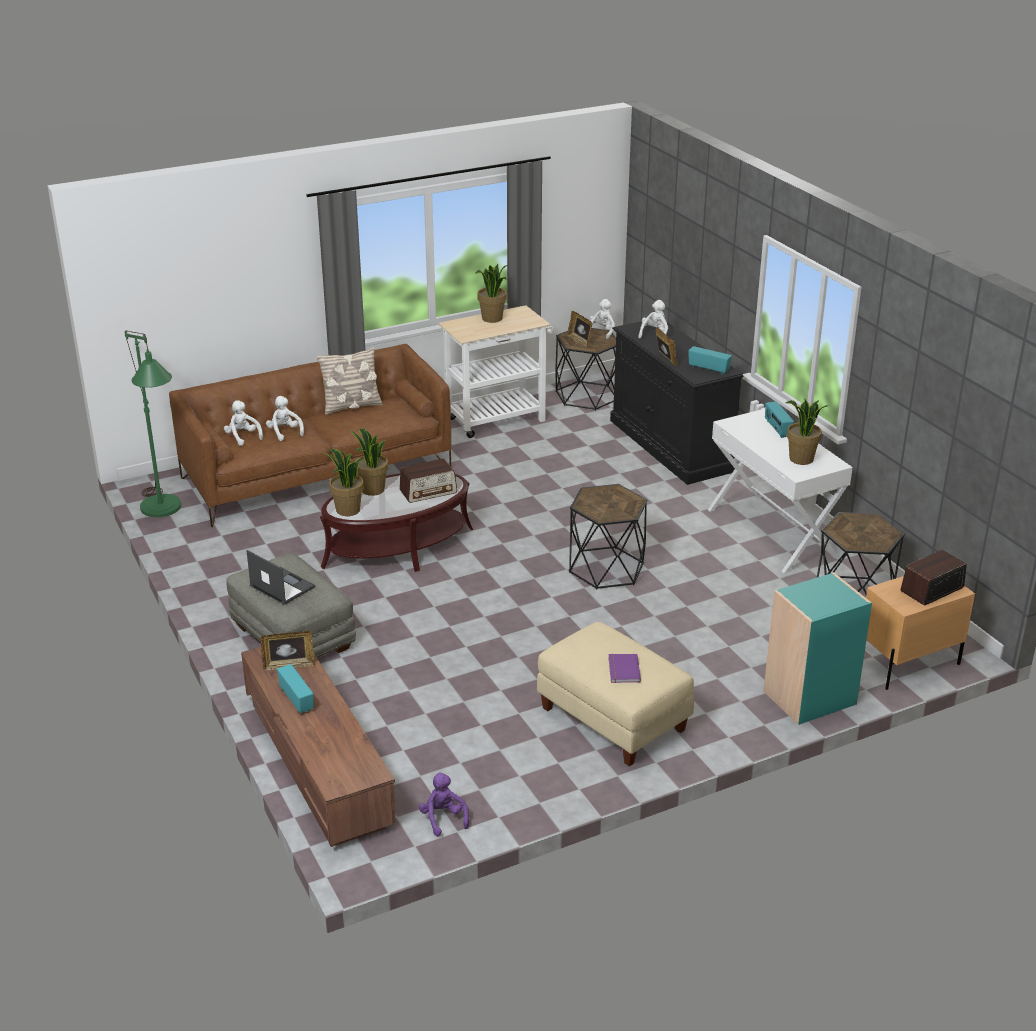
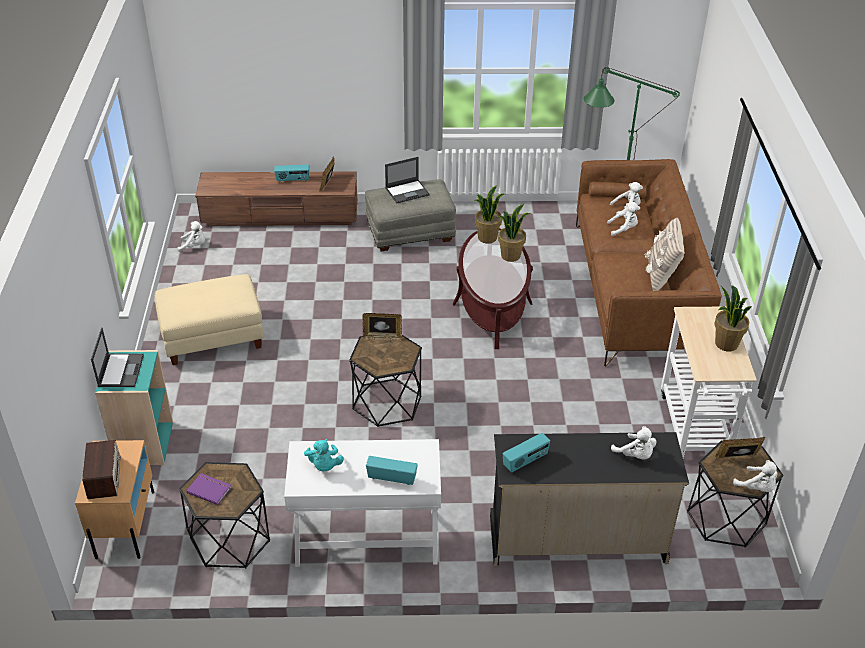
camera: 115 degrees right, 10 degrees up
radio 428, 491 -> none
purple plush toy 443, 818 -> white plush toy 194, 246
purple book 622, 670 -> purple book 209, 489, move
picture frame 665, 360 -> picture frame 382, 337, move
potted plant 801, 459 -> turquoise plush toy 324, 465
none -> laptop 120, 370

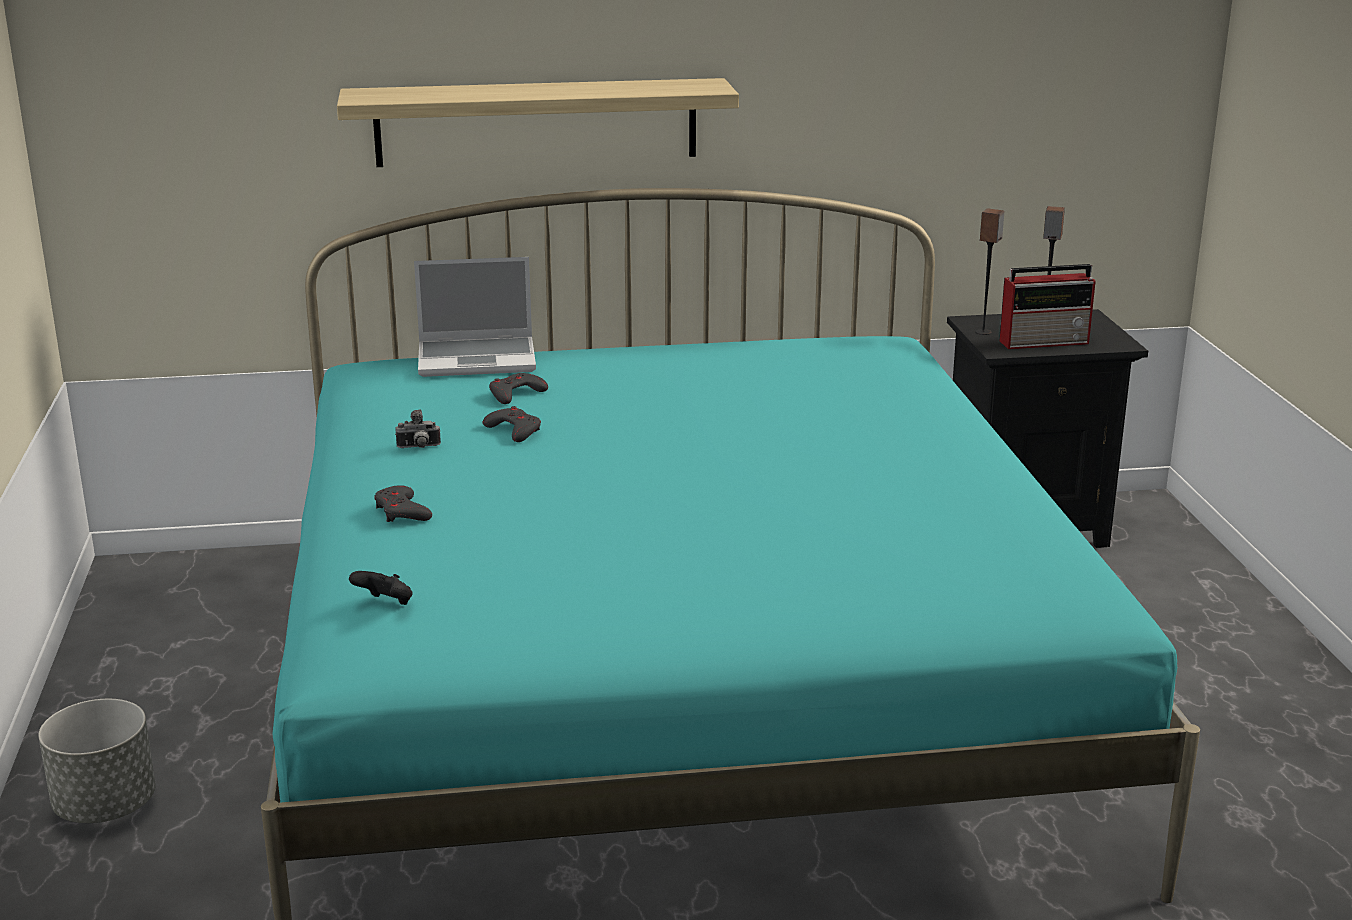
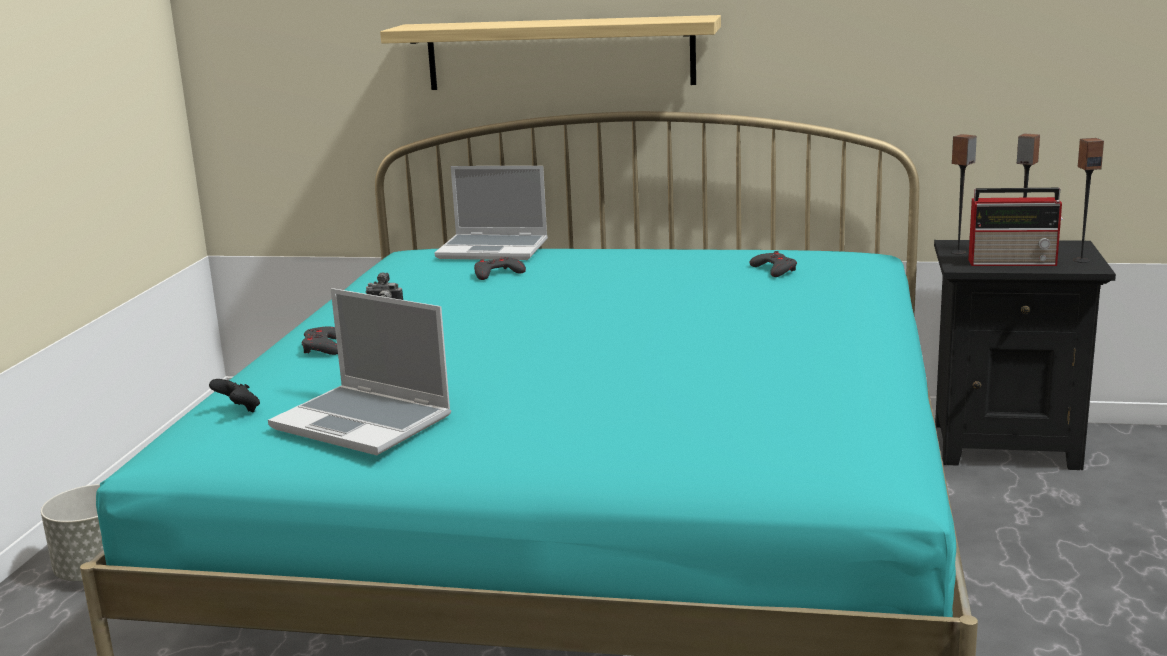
camera: 20 degrees right, 5 degrees down
grey game controller 514, 430 -> grey game controller 774, 270, move
none -> laptop 365, 422
none -> speaker 1081, 260

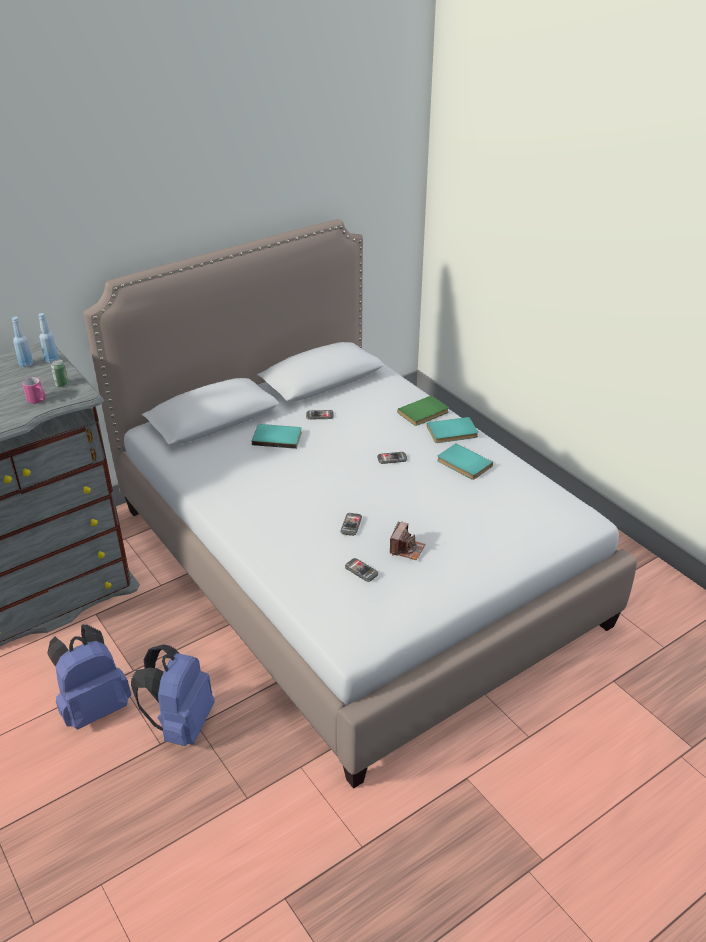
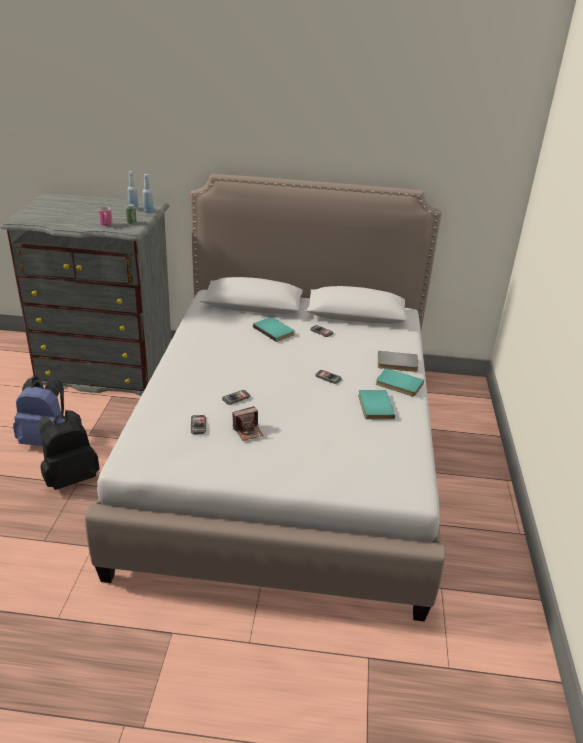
camera: 40 degrees right, 5 degrees down
blue backpack 181, 724 -> black backpack 70, 478
green book 424, 413 -> grey book 397, 363

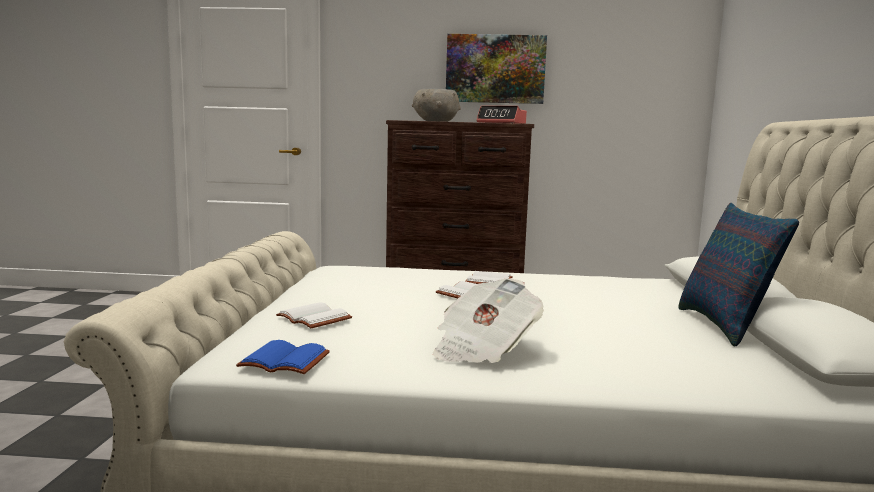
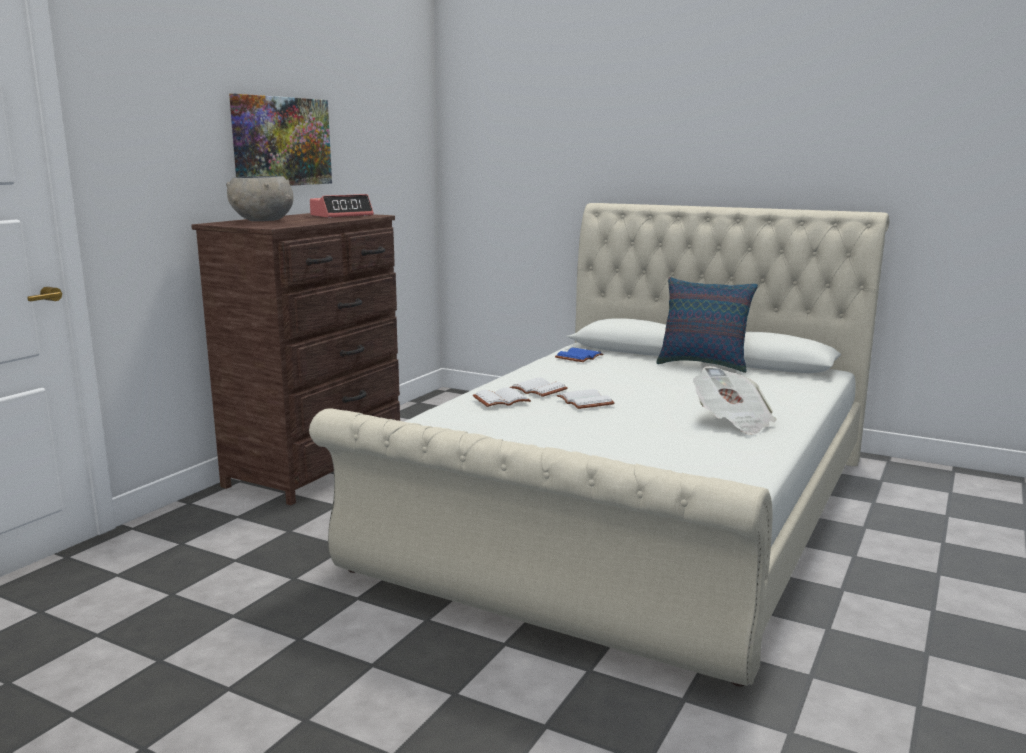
camera: 65 degrees left, 5 degrees up
blue book 282, 362 -> blue book 579, 357, move
white book 316, 318 -> white book 501, 399, move

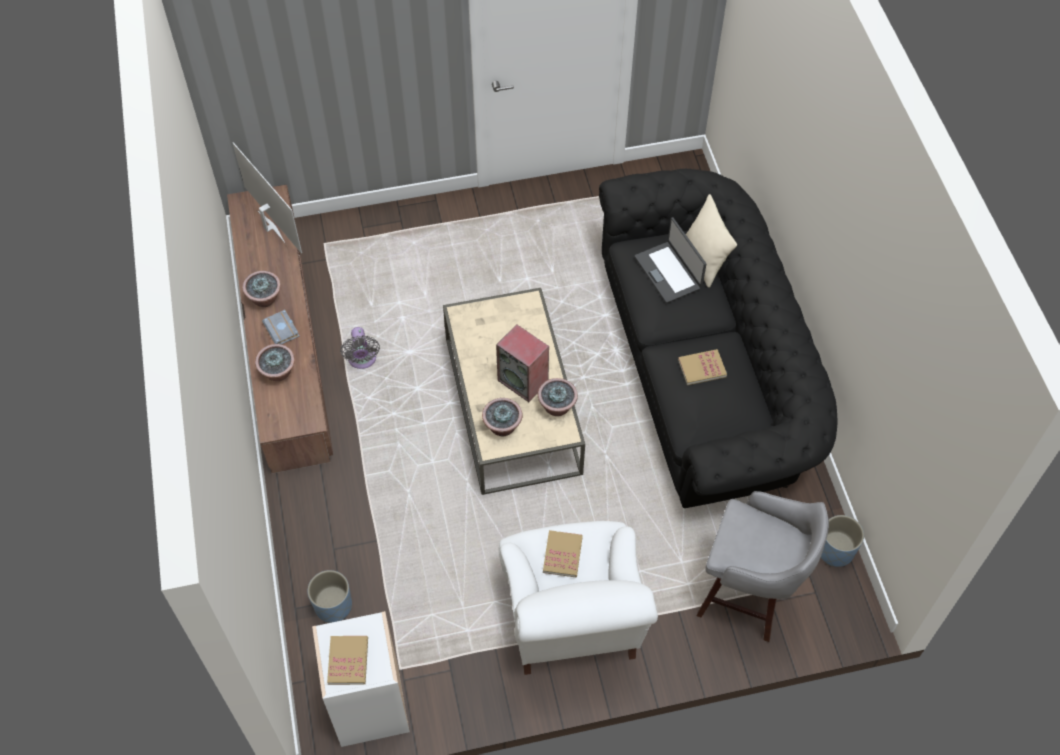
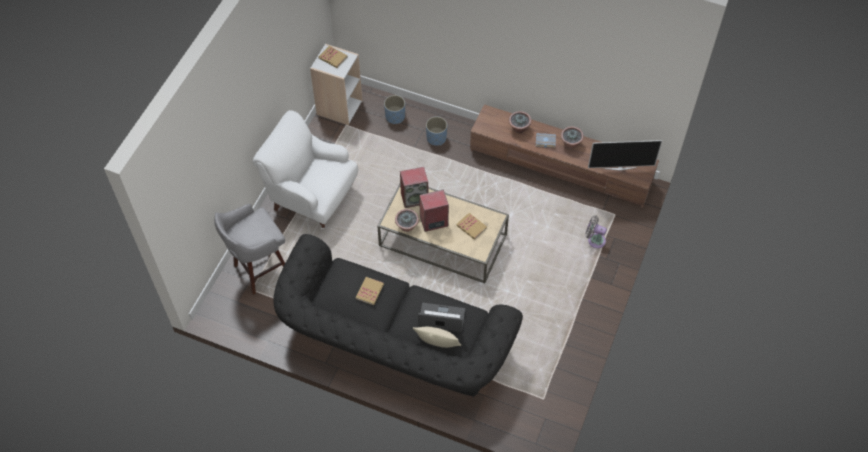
camera: 125 degrees right, 0 degrees up
grey fan 362, 360 -> grey fan 594, 240, move
potted plant 502, 427 -> speaker 414, 198
book 562, 555 -> book 471, 227, move
blue planter 835, 551 -> blue planter 436, 138, move

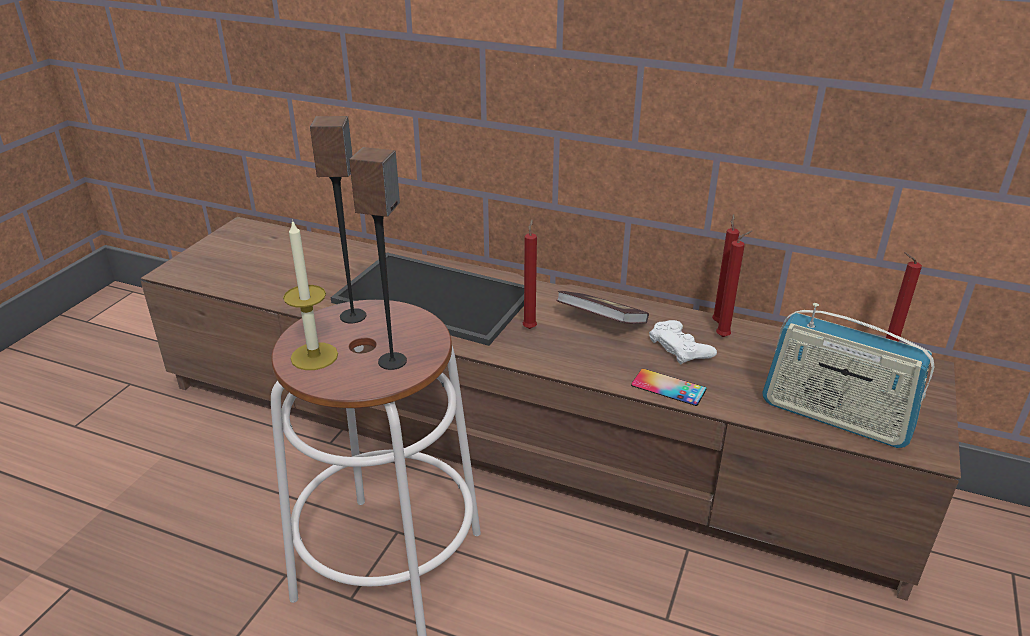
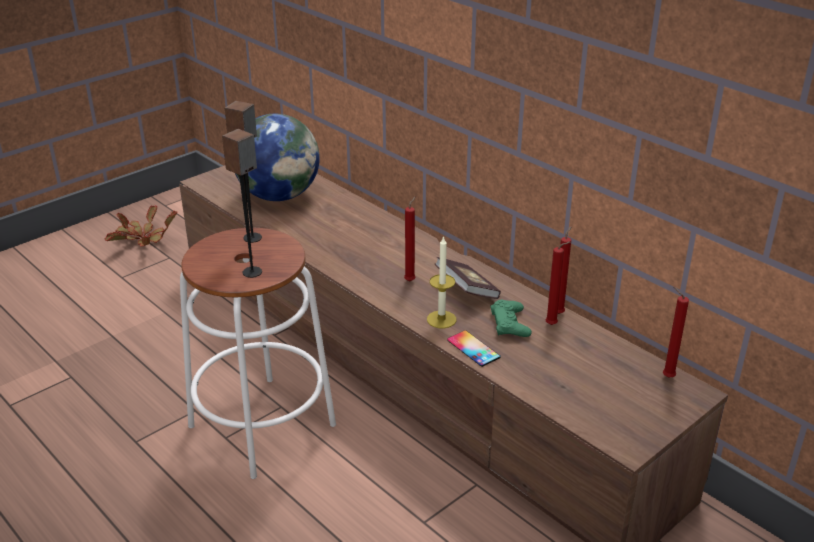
camera: 25 degrees right, 0 degrees up
candle 314, 356 -> candle 441, 319, move
tray 430, 298 -> none
white game controller 680, 347 -> green game controller 510, 323
radio 835, 417 -> none
none -> potted plant 141, 239
none -> globe 279, 195

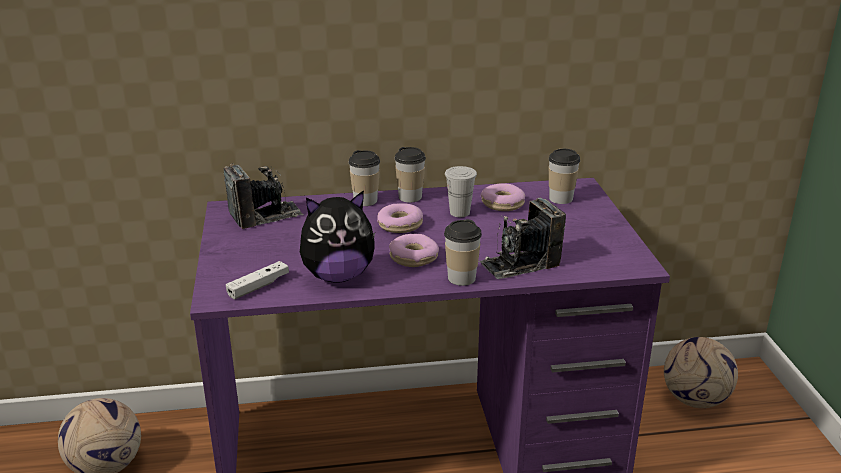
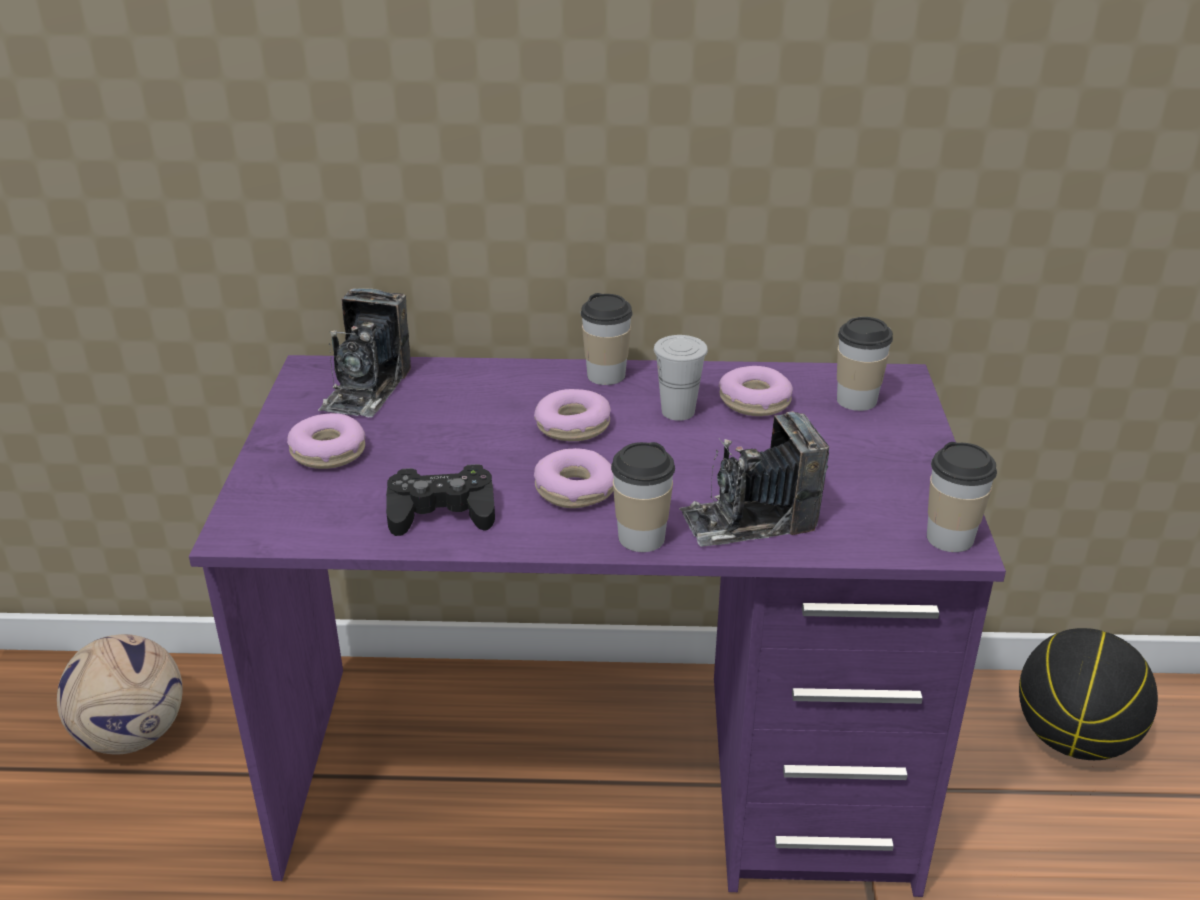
camera: 10 degrees right, 5 degrees up
photo camera 265, 215 -> photo camera 366, 388, 120 degrees clockwise
white game controller 258, 286 -> none
plush toy 338, 276 -> black game controller 441, 512
cup 365, 201 -> cup 950, 538, move
football 696, 399 -> basketball 1074, 739
none -> donut 328, 452

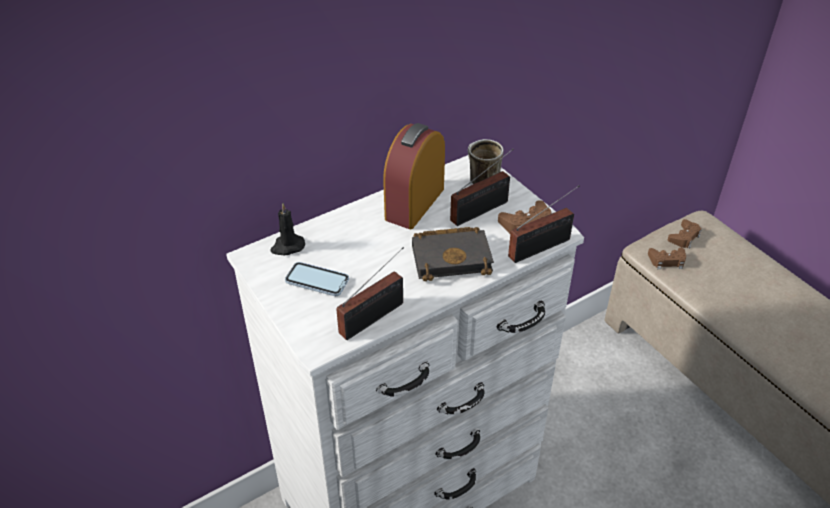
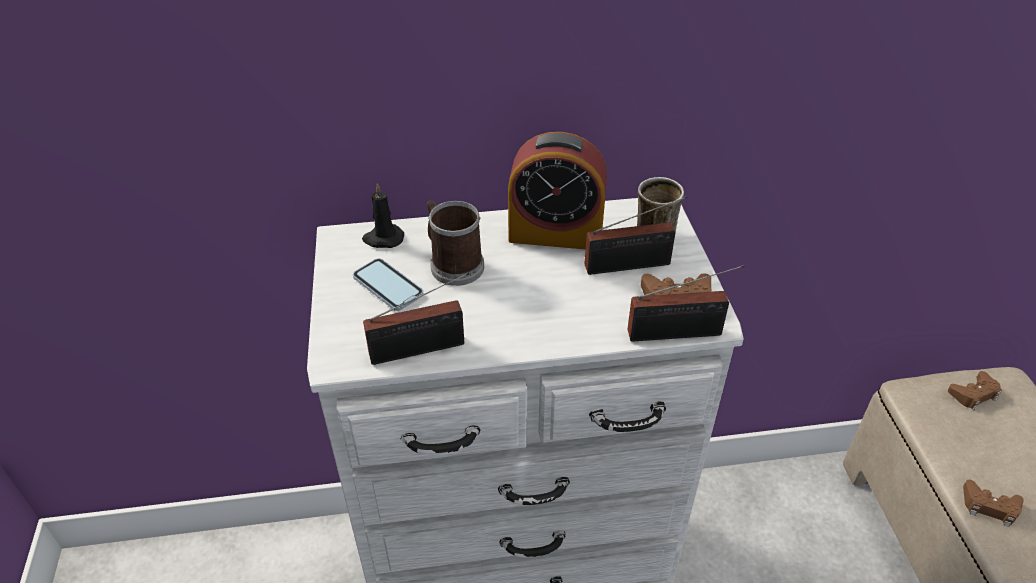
camera: 25 degrees right, 0 degrees up
alarm clock 414, 203 -> alarm clock 555, 234, 135 degrees counterclockwise
black book 453, 257 -> none
brown game controller 667, 261 -> brown game controller 989, 506, move
none -> mug 453, 264

